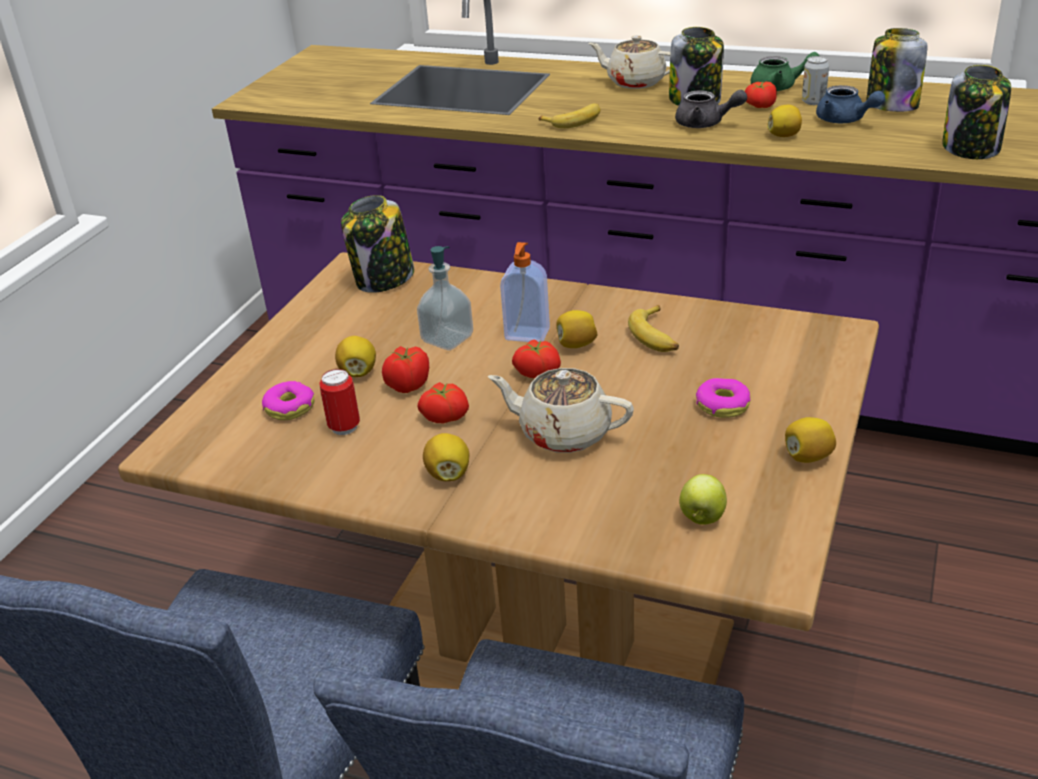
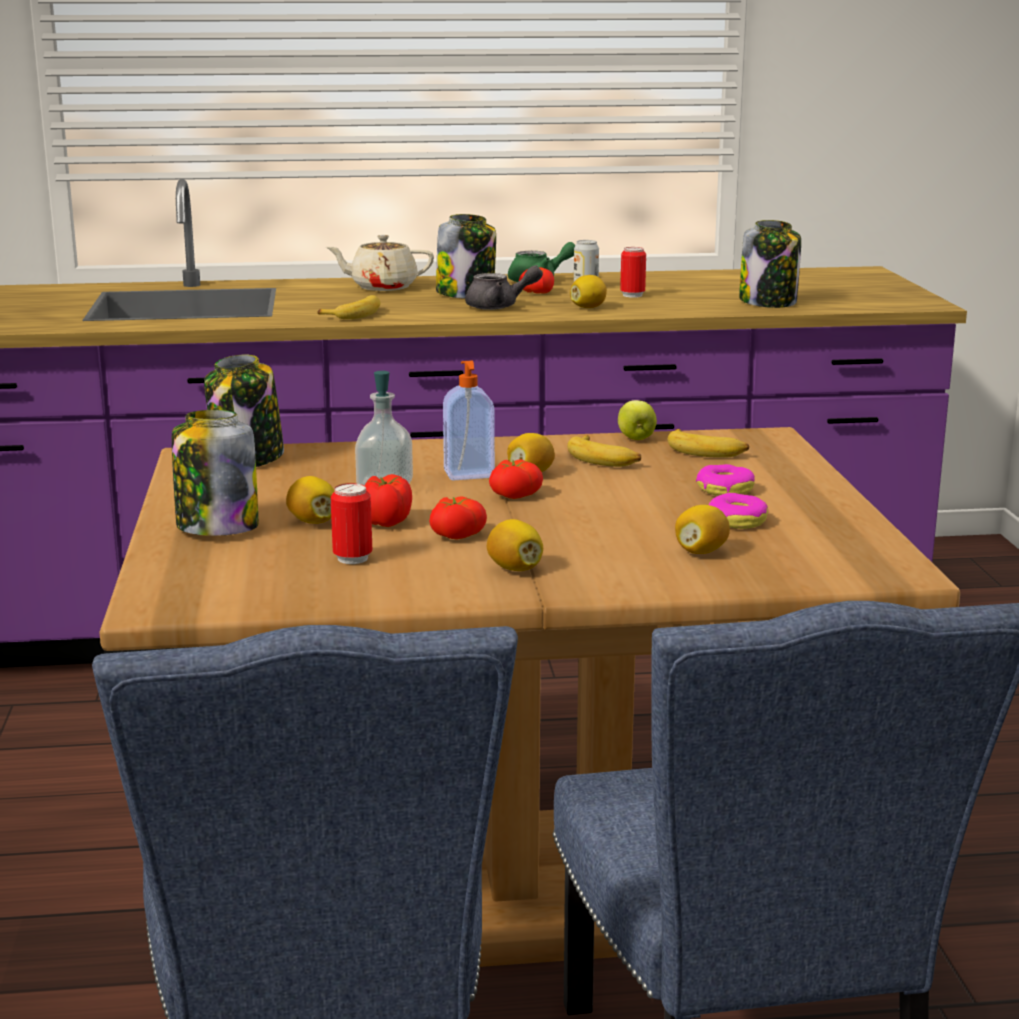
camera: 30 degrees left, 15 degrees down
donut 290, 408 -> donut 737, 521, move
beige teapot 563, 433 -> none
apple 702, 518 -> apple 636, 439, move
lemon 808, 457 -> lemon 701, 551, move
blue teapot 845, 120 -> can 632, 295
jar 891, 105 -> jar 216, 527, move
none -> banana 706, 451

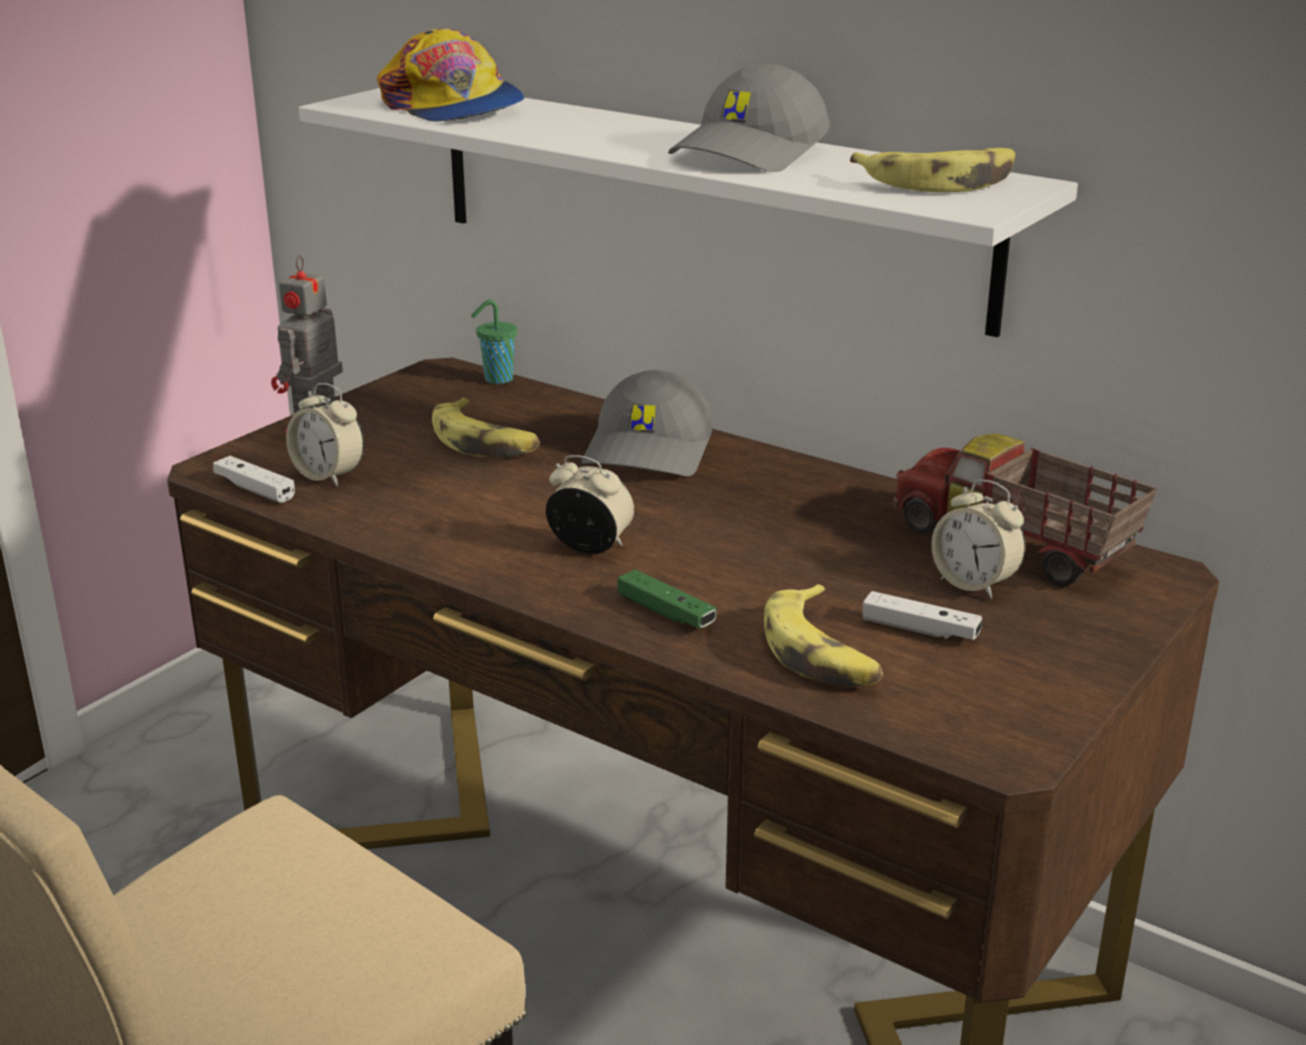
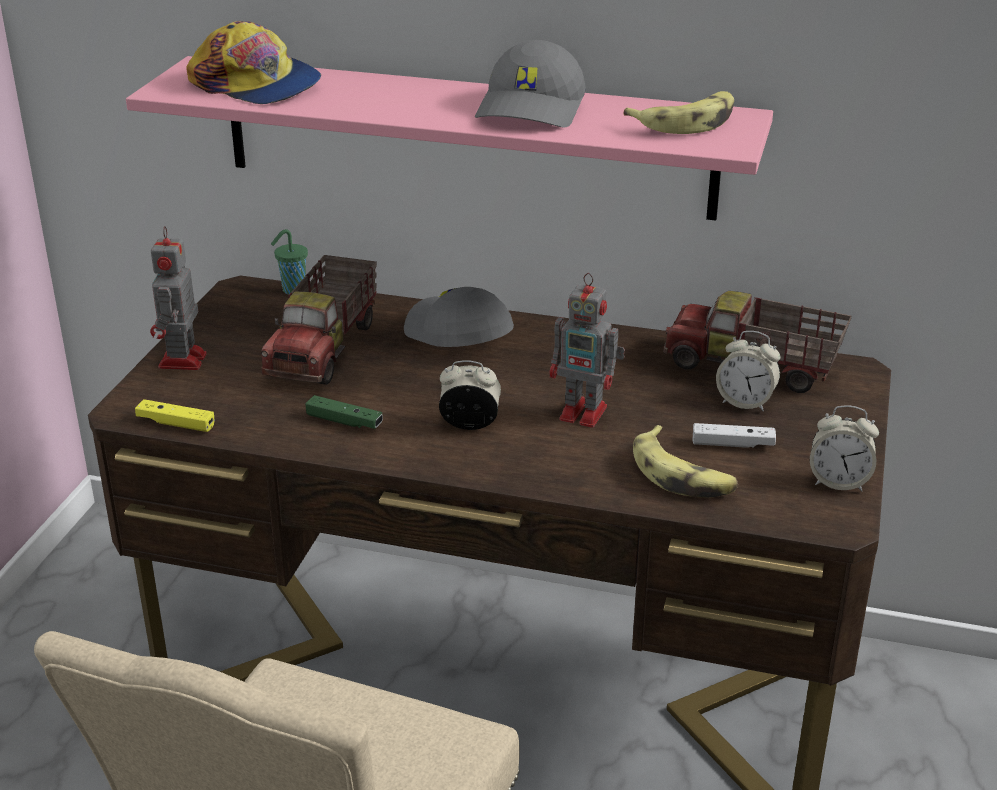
camera: 20 degrees left, 5 degrees up
white game controller 255, 489 -> yellow game controller 176, 423
alarm clock 328, 476 -> alarm clock 838, 482, move
white shelf 701, 199 -> pink shelf 466, 137
banana 485, 442 -> toy truck 325, 349
grey cap 651, 451 -> grey cap 456, 335, 150 degrees clockwise
green game controller 665, 612 -> green game controller 344, 421, move
none -> toy robot 586, 413

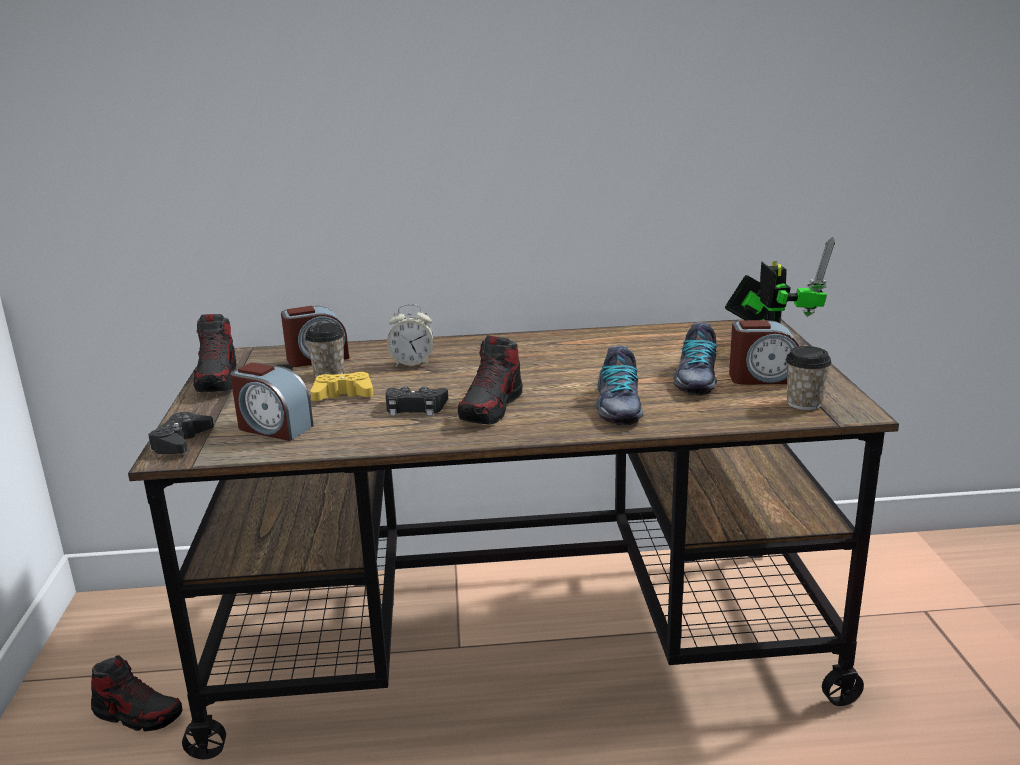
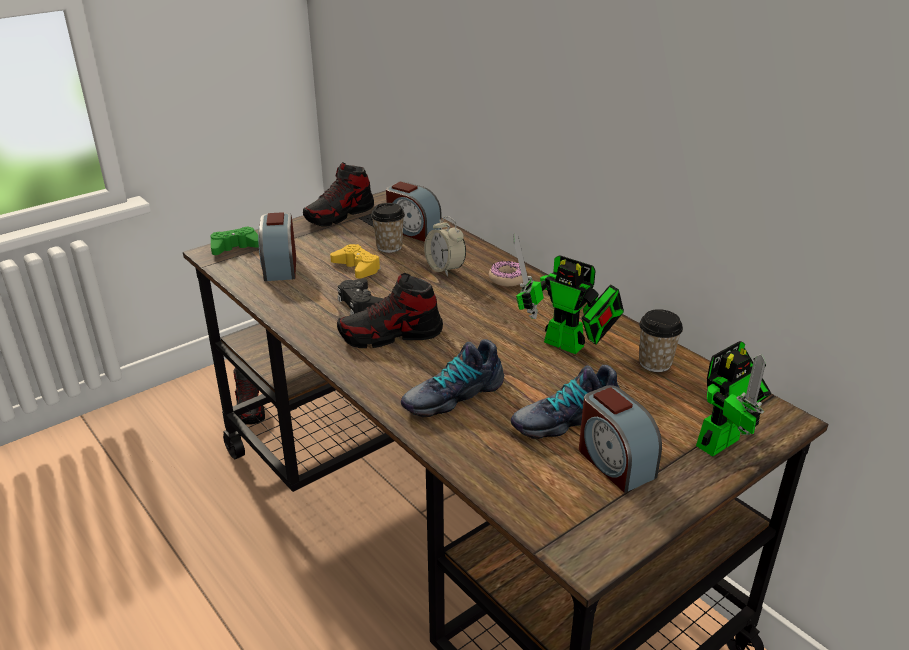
camera: 55 degrees right, 10 degrees up
black game controller 181, 441 -> green game controller 235, 247
cup 804, 403 -> cup 655, 363, move
none -> donut 507, 279
none -> toy robot 569, 346

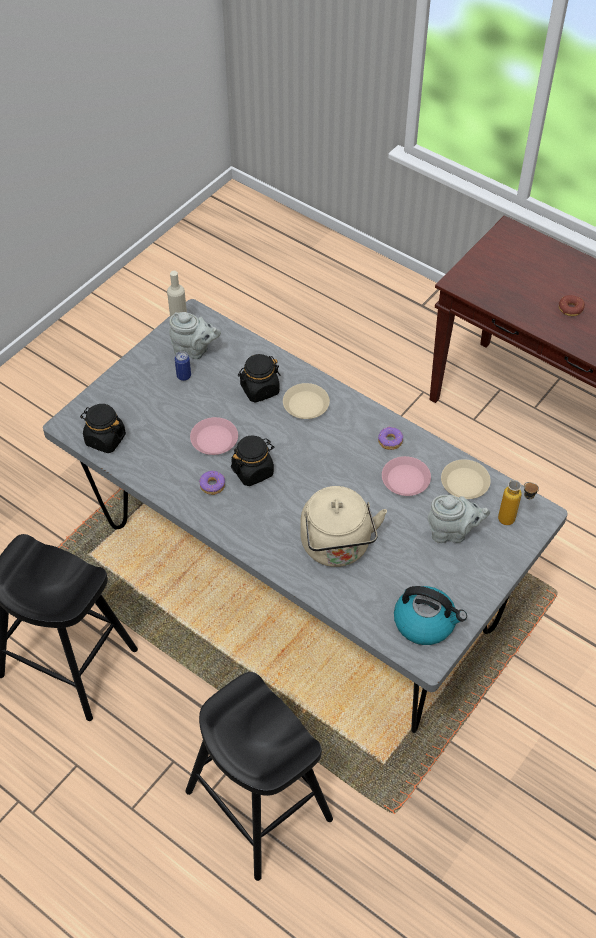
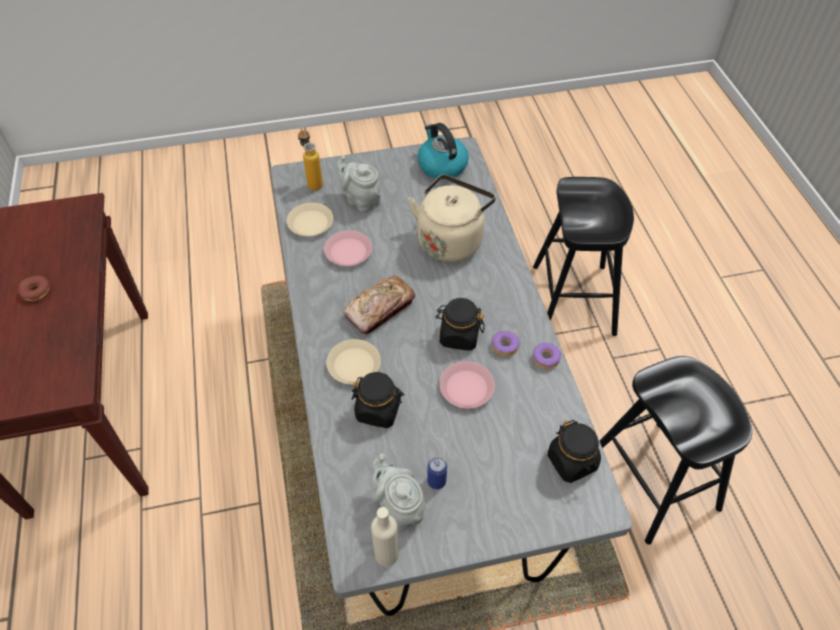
camera: 140 degrees left, 0 degrees up
donut 390, 441 -> donut 546, 359, move
none -> bread 380, 309

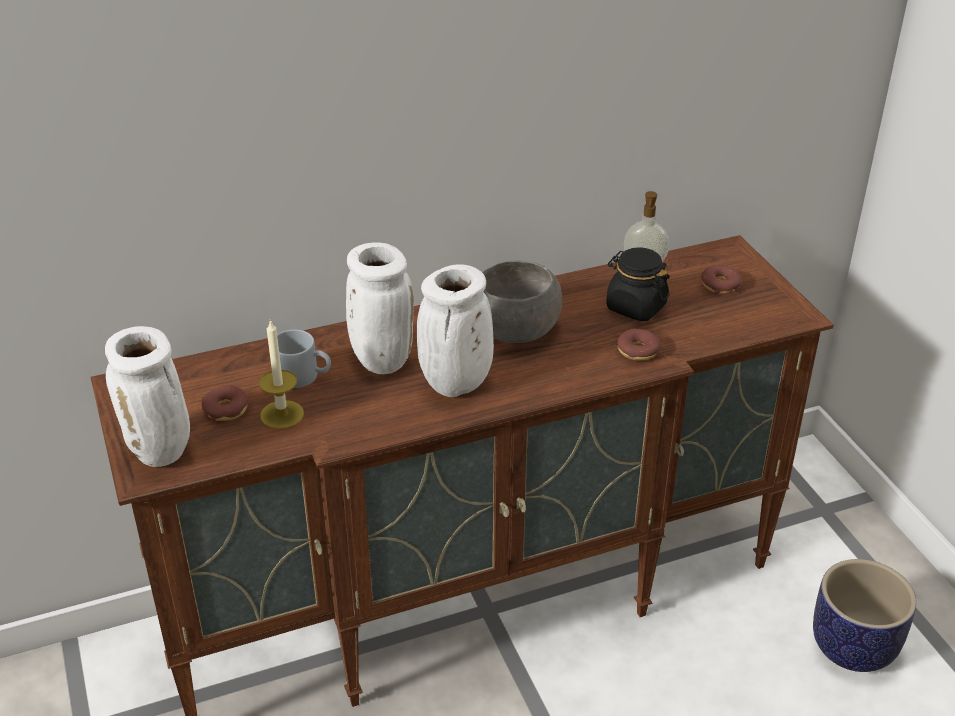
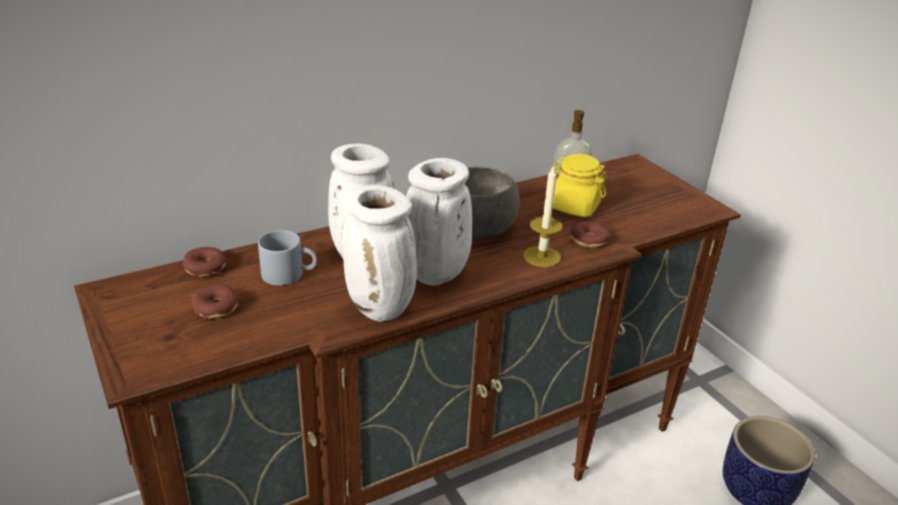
camera: 10 degrees left, 5 degrees down
white vase 161, 452 -> white vase 381, 309, move
candle 282, 414 -> candle 542, 256, move
black jar 635, 307 -> yellow jar 574, 207
donut 720, 285 -> donut 205, 268, move

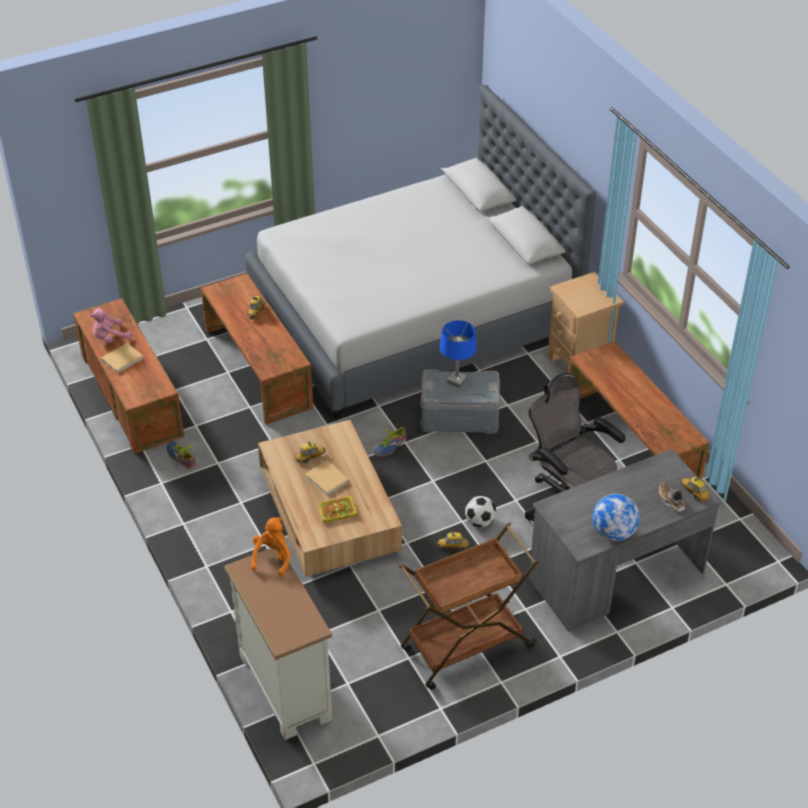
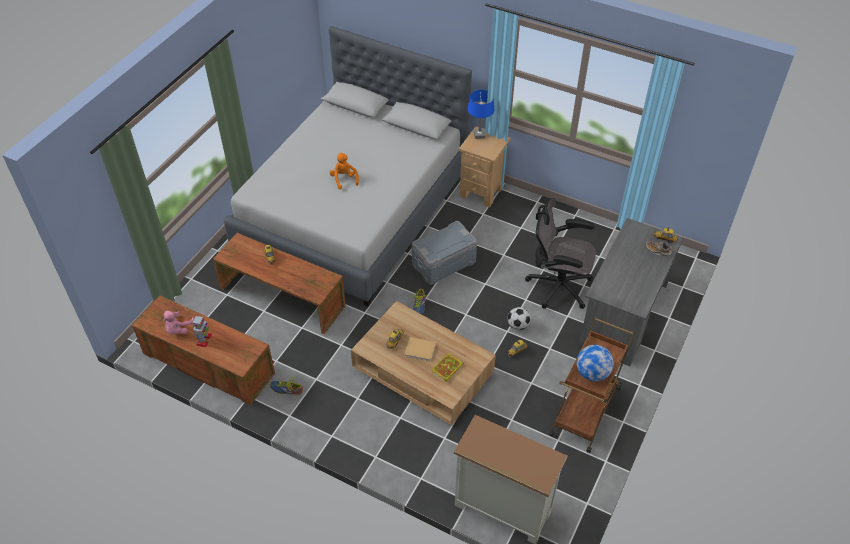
camera: 35 degrees left, 5 degrees up
beige book 123, 359 -> toy robot 204, 340
orange plush toy 272, 557 -> orange plush toy 344, 179, move
blue table lamp 457, 381 -> blue table lamp 479, 135, move
brown bench 632, 442 -> none
globe 613, 532 -> globe 592, 373, move

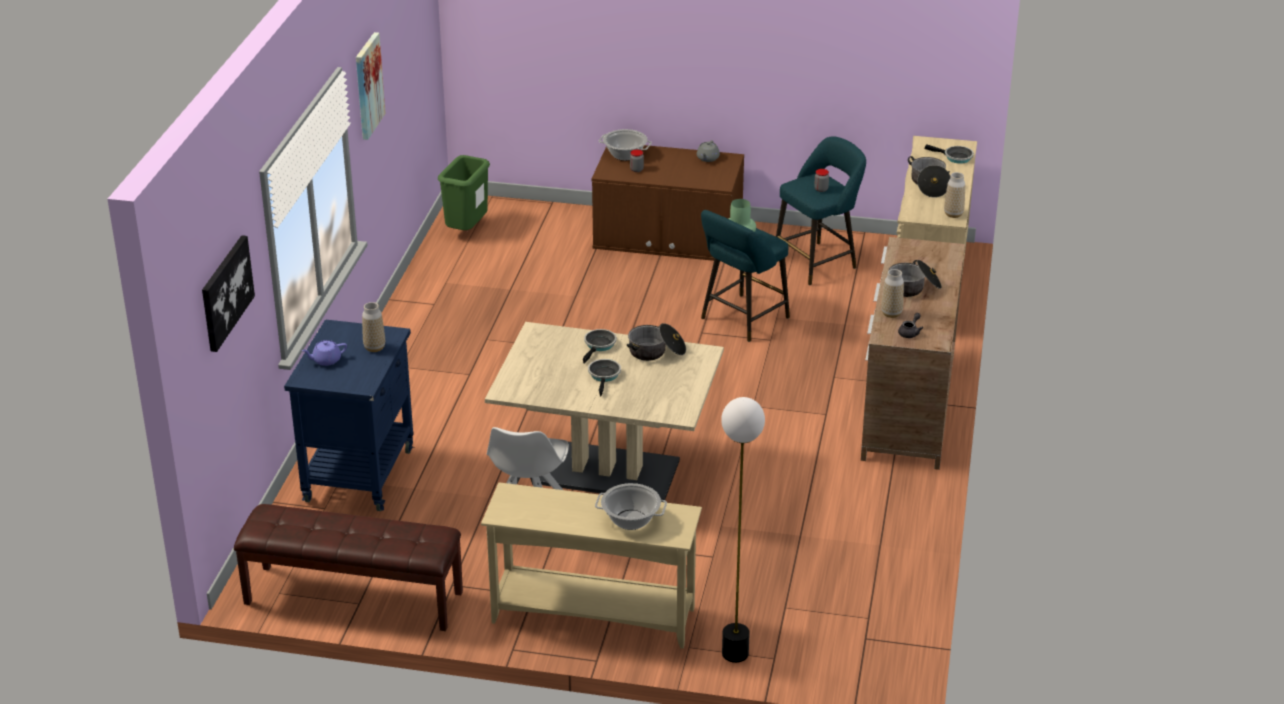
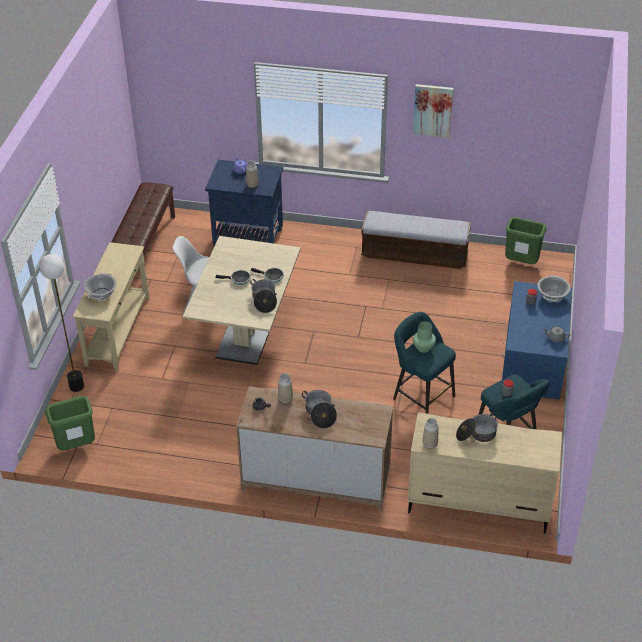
camera: 90 degrees right, 10 degrees up
picture 226, 292 -> none
brown cabinet 668, 236 -> blue cabinet 533, 360
frying pan 955, 157 -> none
none -> green trash can 77, 446
none -> bench 414, 255

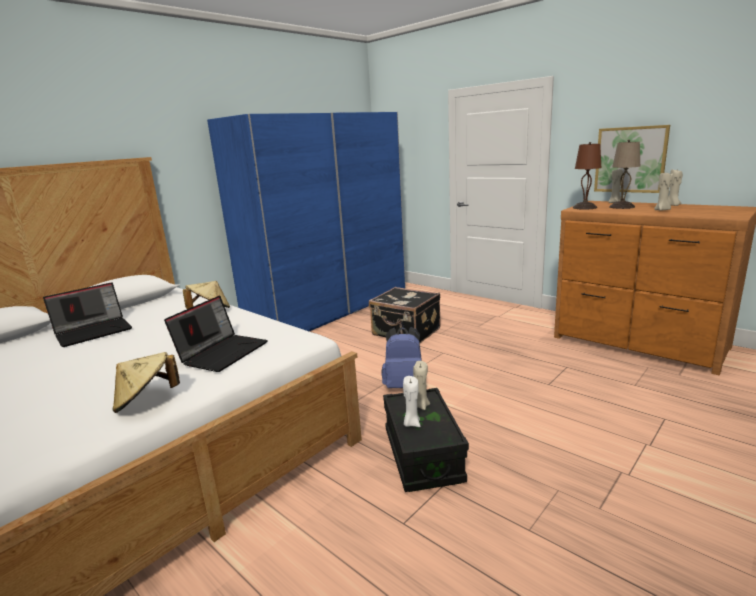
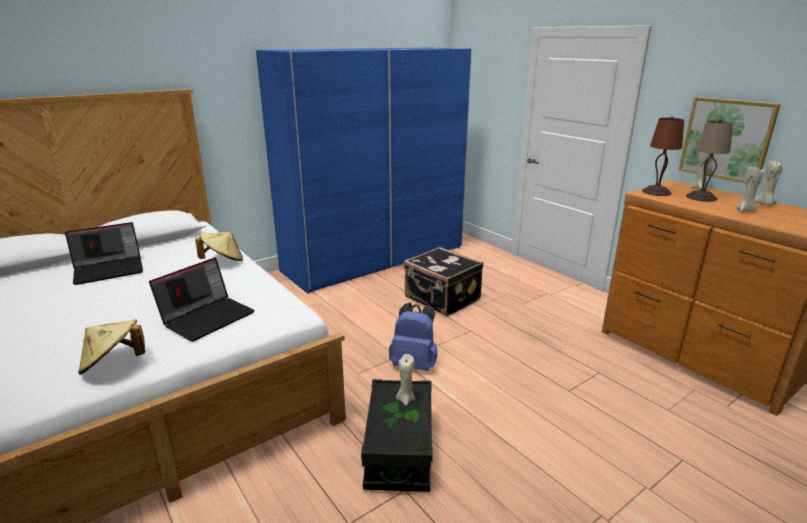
camera: 10 degrees right, 5 degrees up
white candle 411, 423 -> none

